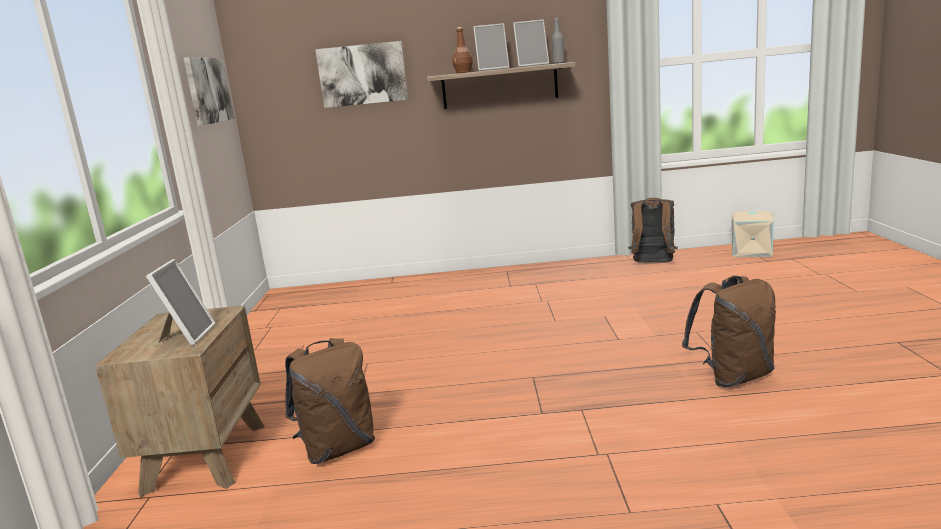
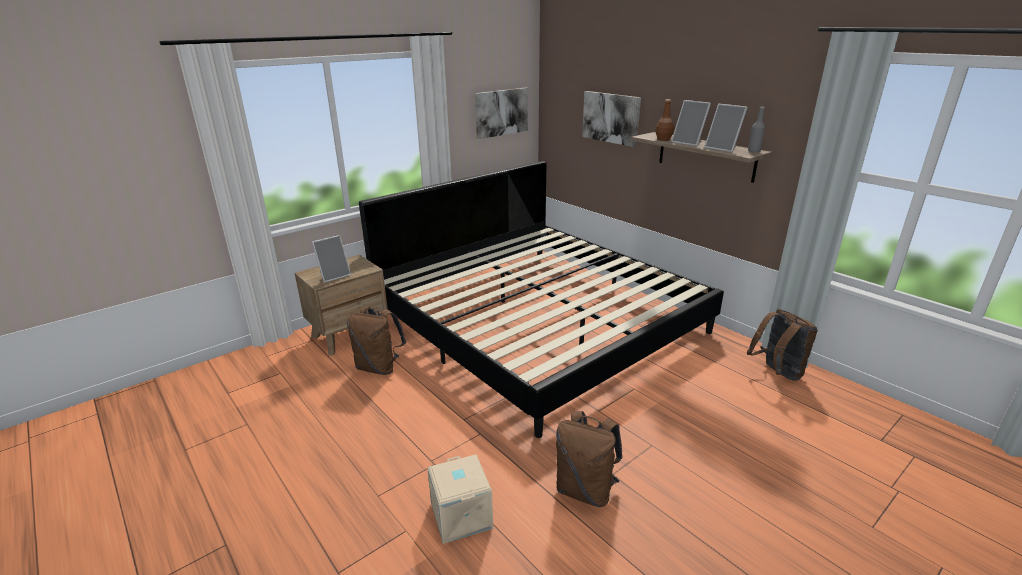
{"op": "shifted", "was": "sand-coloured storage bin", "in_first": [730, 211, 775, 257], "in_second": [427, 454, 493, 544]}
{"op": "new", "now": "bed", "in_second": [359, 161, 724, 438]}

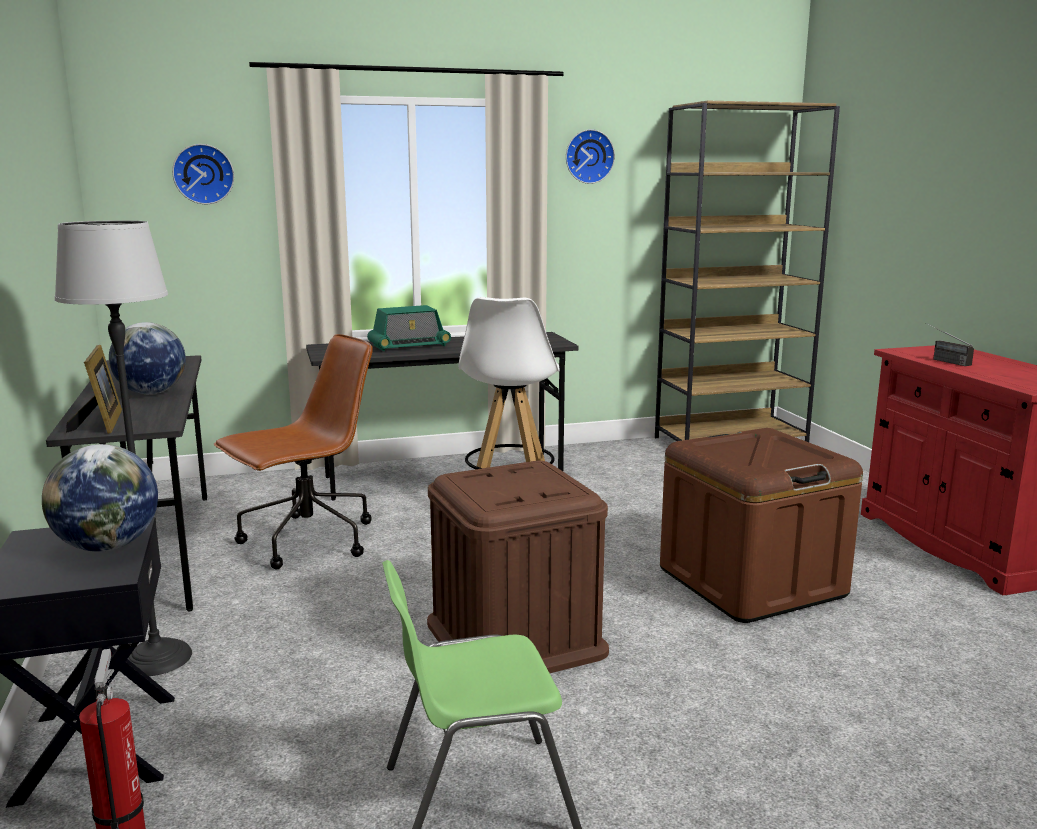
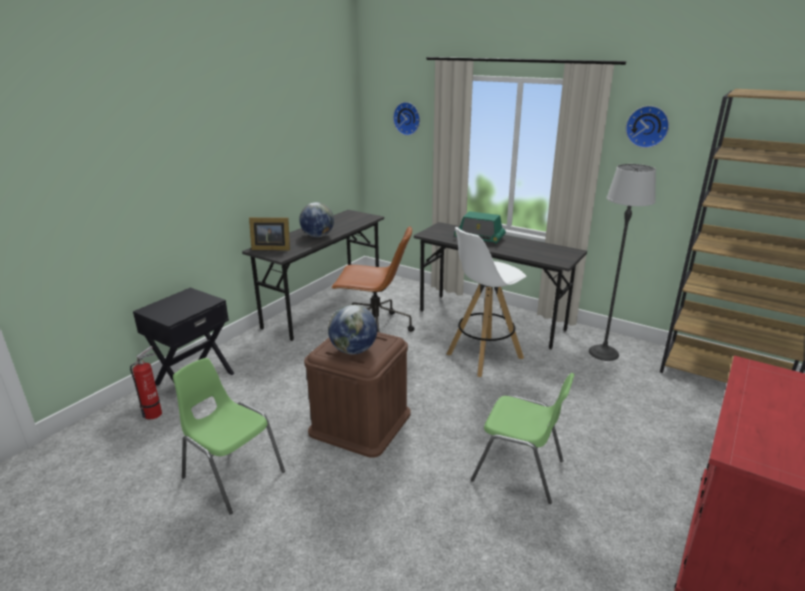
{"op": "shifted", "was": "desk globe", "in_first": [42, 444, 158, 552], "in_second": [328, 305, 377, 354]}
{"op": "shifted", "was": "standing lamp", "in_first": [55, 220, 192, 676], "in_second": [589, 164, 656, 361]}
{"op": "rotated", "was": "standing frame", "in_first": [66, 345, 122, 434], "in_second": [249, 217, 290, 251], "clockwise": 60}
{"op": "swapped", "was": "brown storage bin", "now": "green upright chair", "in_first": [660, 428, 863, 623], "in_second": [471, 373, 575, 504]}
{"op": "gone", "was": "radio receiver", "in_first": [926, 323, 974, 366]}

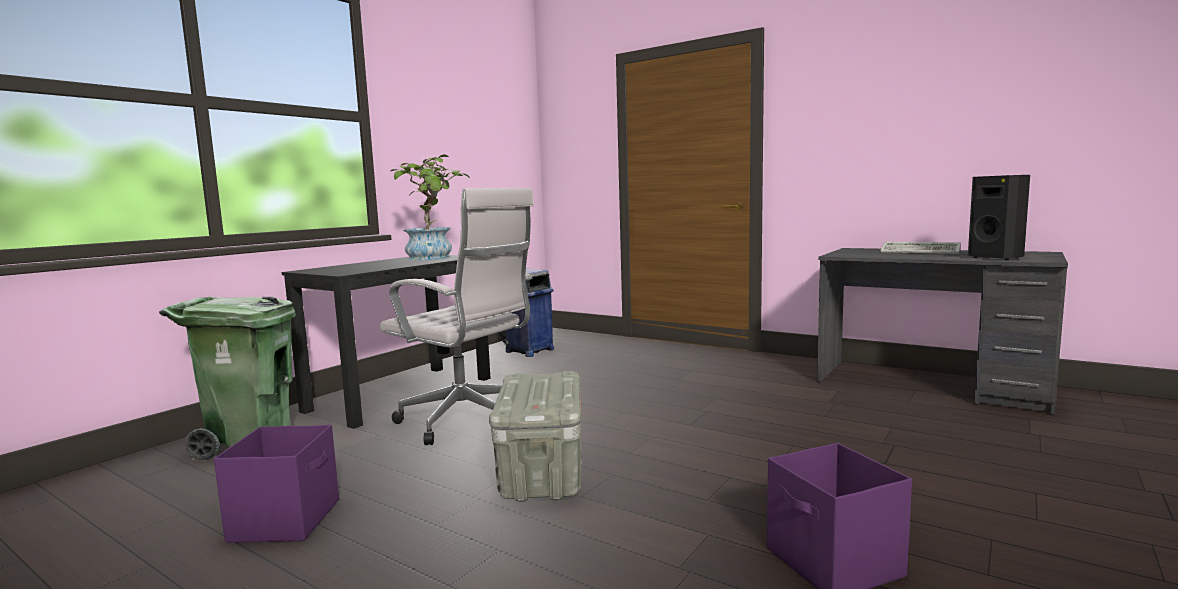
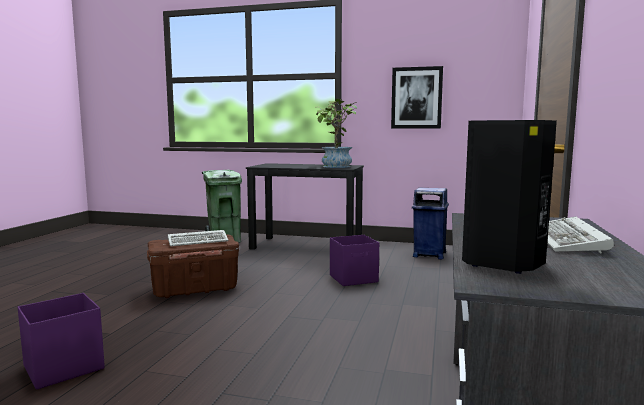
{"op": "shifted", "was": "purple storage bin", "in_first": [214, 425, 339, 543], "in_second": [330, 235, 379, 286]}
{"op": "gone", "was": "whitish desk chair", "in_first": [380, 188, 534, 445]}
{"op": "repainted", "was": "greyish storage bin", "now": "brown storage bin", "in_first": [489, 371, 582, 502], "in_second": [147, 234, 239, 298]}
{"op": "new", "now": "keyboard", "in_second": [168, 230, 229, 246]}
{"op": "new", "now": "picture", "in_second": [391, 66, 443, 128]}

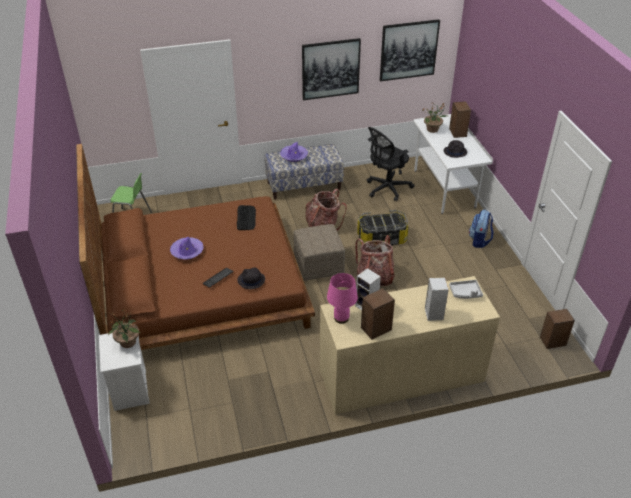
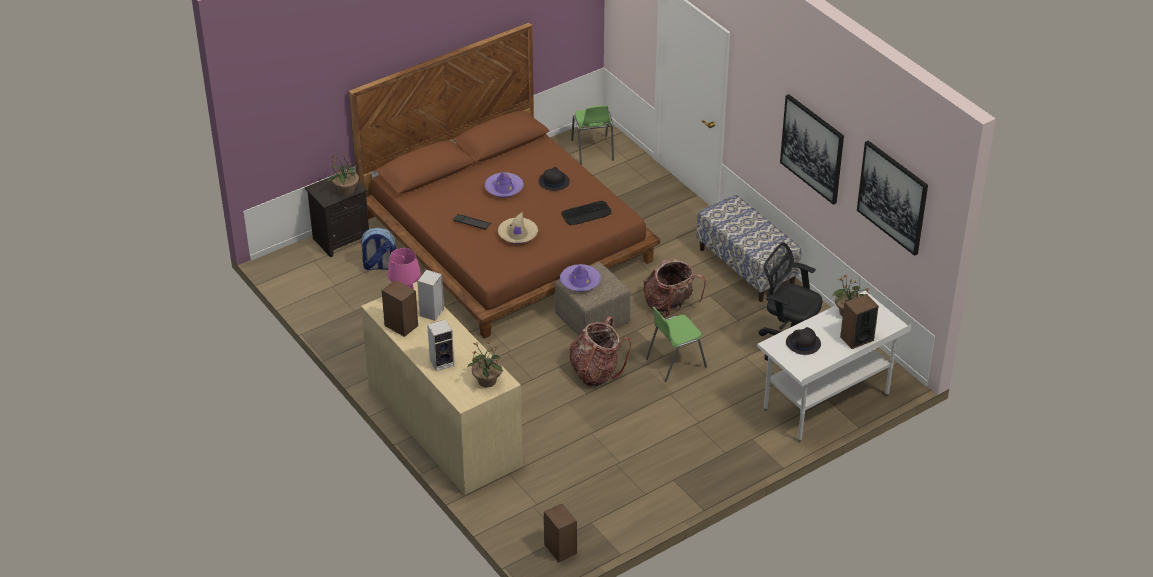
{"op": "repainted", "was": "whitish nightstand", "now": "black nightstand", "in_first": [99, 333, 150, 411], "in_second": [305, 170, 369, 257]}
{"op": "shifted", "was": "black clothing hat", "in_first": [237, 267, 265, 289], "in_second": [539, 167, 570, 191]}
{"op": "shifted", "was": "purple clothing hat", "in_first": [280, 142, 308, 162], "in_second": [560, 264, 601, 292]}
{"op": "swapped", "was": "storage bin", "now": "green upright chair", "in_first": [357, 210, 408, 246], "in_second": [646, 307, 707, 382]}
{"op": "swapped", "was": "greyish carrying tray", "now": "plant in a pot", "in_first": [449, 280, 483, 299], "in_second": [468, 341, 504, 387]}
{"op": "shifted", "was": "rucksack", "in_first": [469, 210, 493, 248], "in_second": [360, 228, 396, 270]}
{"op": "new", "now": "sand-coloured clothing hat", "in_second": [498, 212, 538, 244]}

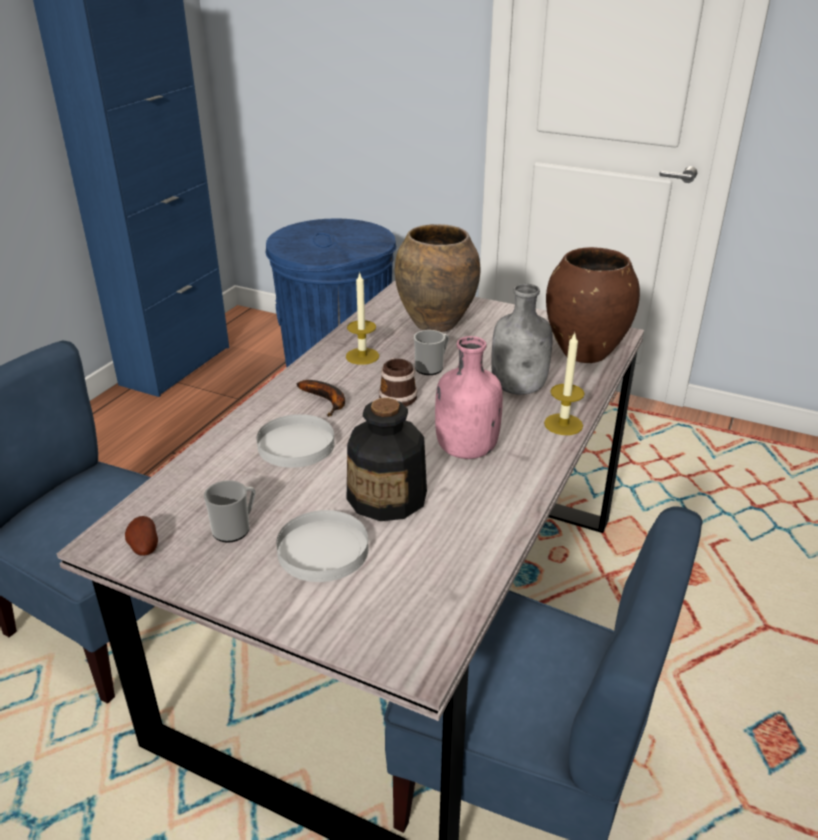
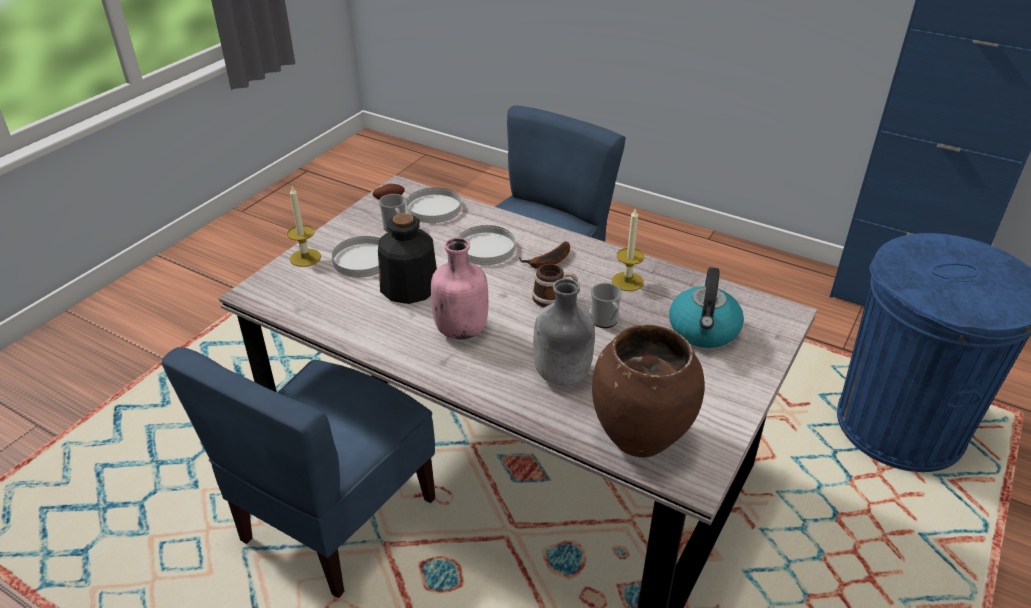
{"op": "swapped", "was": "brown decorative vase", "now": "water kettle", "in_first": [395, 224, 481, 332], "in_second": [669, 267, 744, 348]}
{"op": "shifted", "was": "wax candle", "in_first": [544, 333, 585, 435], "in_second": [287, 187, 321, 267]}
{"op": "new", "now": "whitish flat dish", "in_second": [406, 187, 461, 223]}

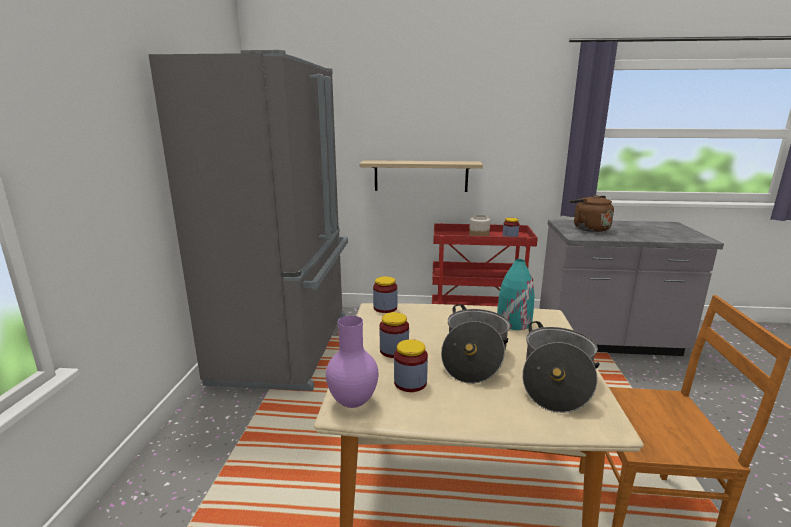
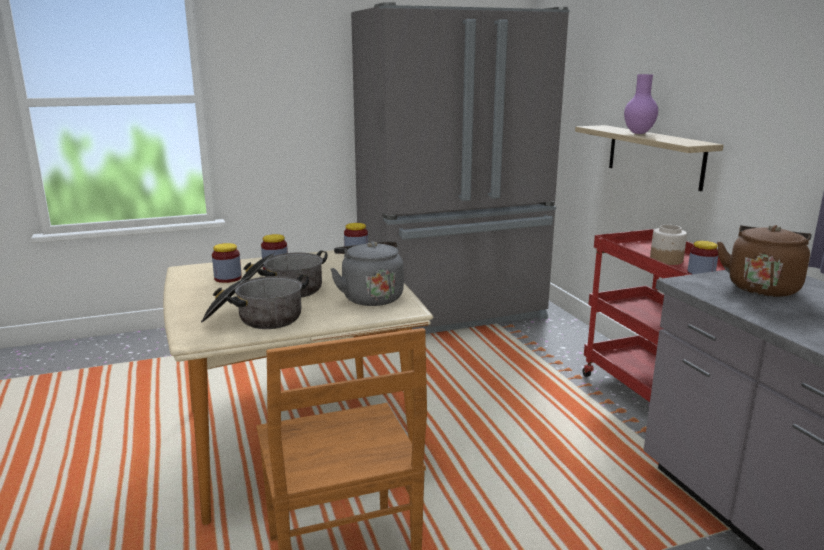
{"op": "shifted", "was": "purple decorative vase", "in_first": [326, 316, 378, 408], "in_second": [624, 74, 658, 134]}
{"op": "swapped", "was": "blue-green decorative vase", "now": "greyish water kettle", "in_first": [497, 259, 534, 330], "in_second": [331, 241, 404, 306]}

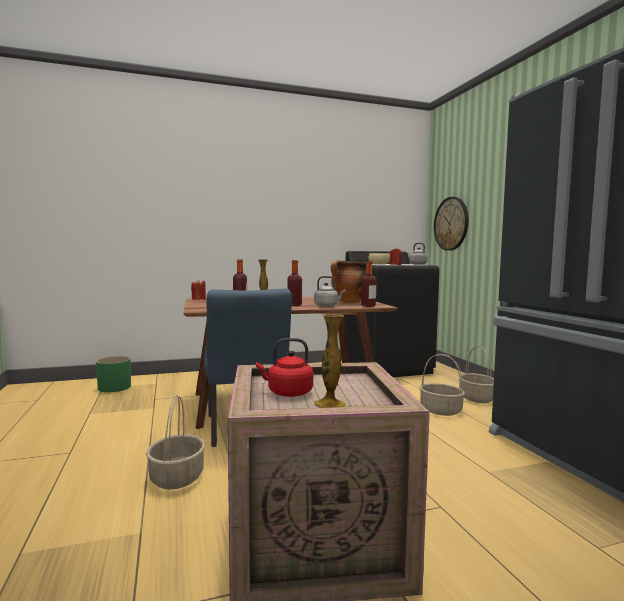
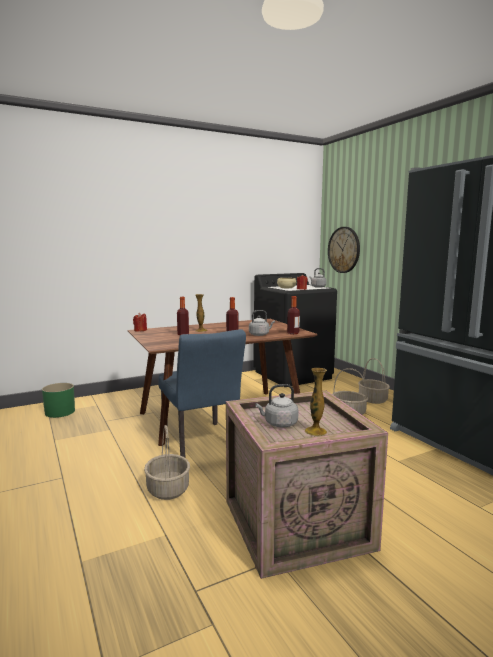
{"op": "repainted", "was": "reddish water kettle", "now": "greyish water kettle", "in_first": [256, 338, 313, 397], "in_second": [255, 384, 299, 427]}
{"op": "gone", "was": "stockpot", "in_first": [331, 260, 366, 303]}

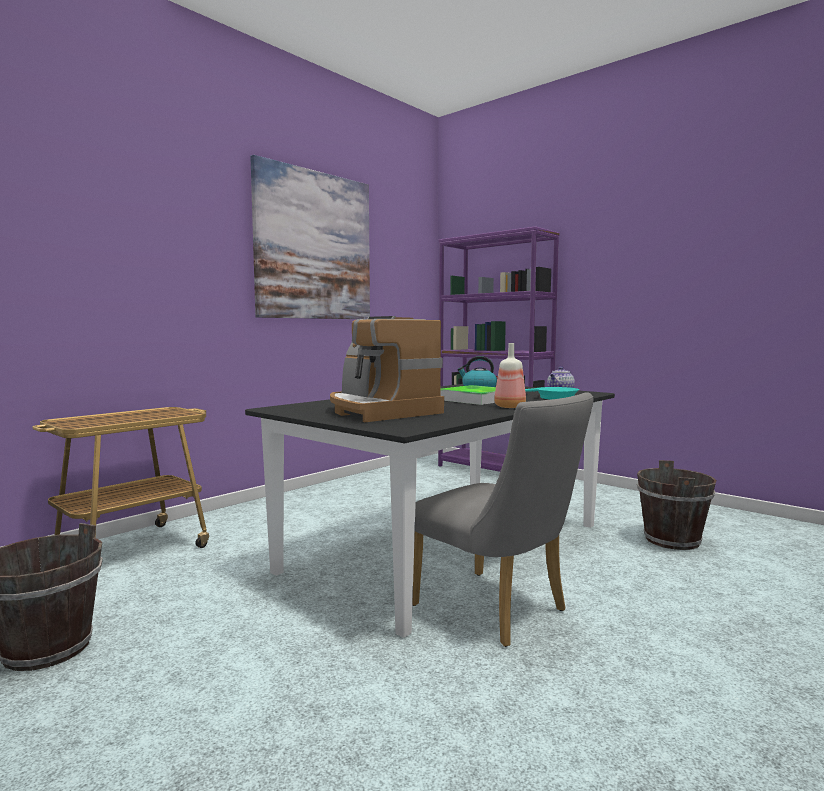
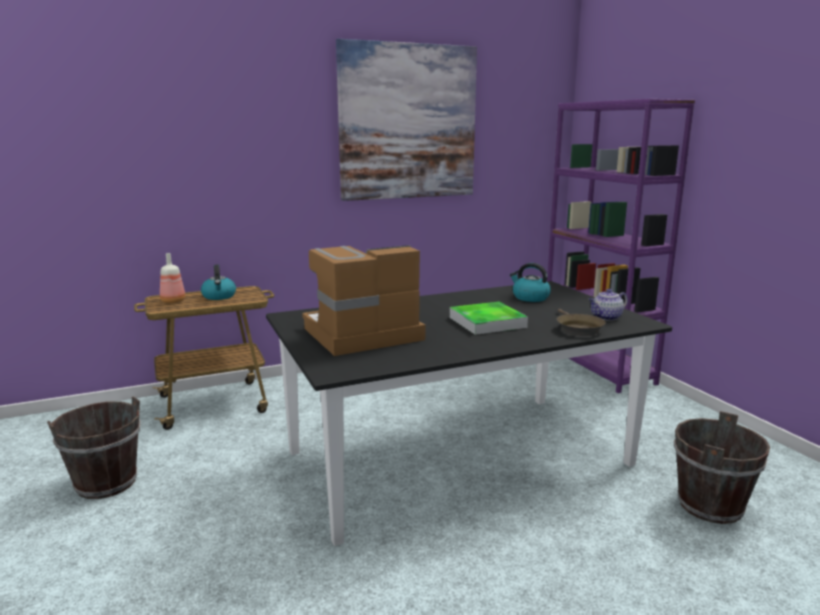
{"op": "rotated", "was": "coffee brewer", "in_first": [330, 316, 444, 422], "in_second": [302, 245, 425, 356], "clockwise": 75}
{"op": "gone", "was": "greyish upright chair", "in_first": [412, 392, 593, 647]}
{"op": "shifted", "was": "drink bottle", "in_first": [494, 343, 526, 408], "in_second": [160, 253, 186, 304]}
{"op": "repainted", "was": "blue-green skillet", "now": "brown skillet", "in_first": [525, 387, 579, 400], "in_second": [557, 309, 606, 336]}
{"op": "new", "now": "water kettle", "in_second": [201, 265, 236, 300]}

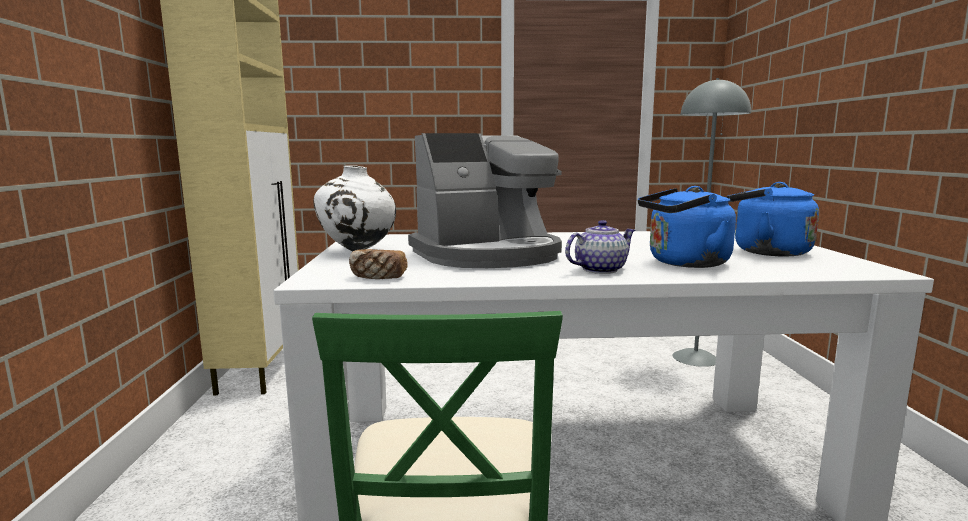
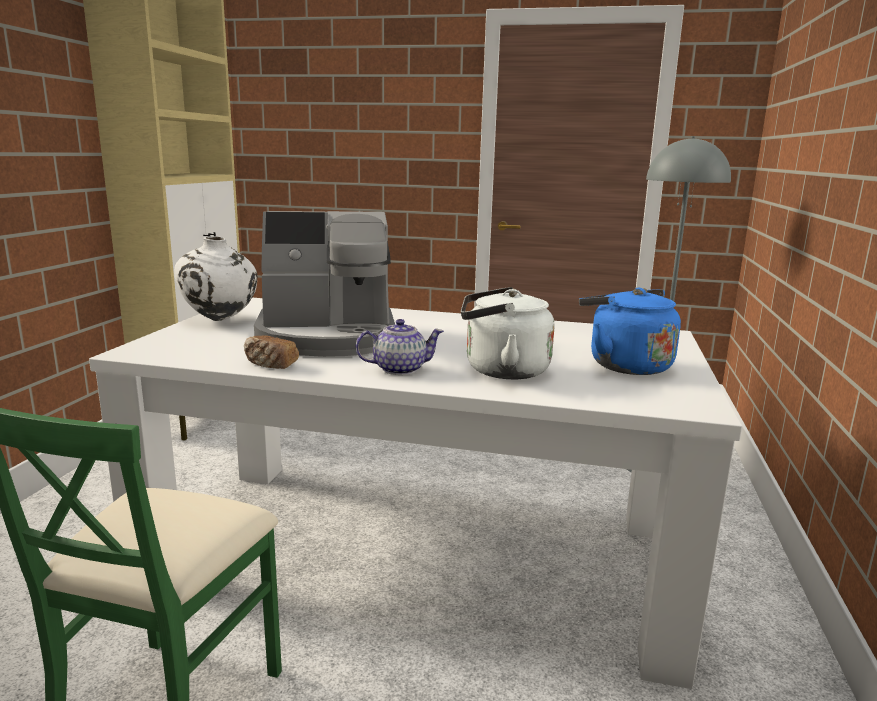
{"op": "shifted", "was": "bakery bread", "in_first": [349, 249, 407, 279], "in_second": [244, 335, 299, 369]}
{"op": "repainted", "was": "bluish water kettle", "now": "whitish water kettle", "in_first": [638, 186, 736, 268], "in_second": [461, 287, 554, 379]}

